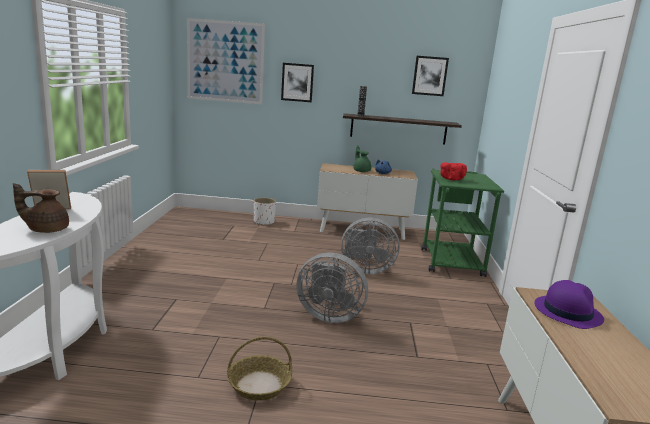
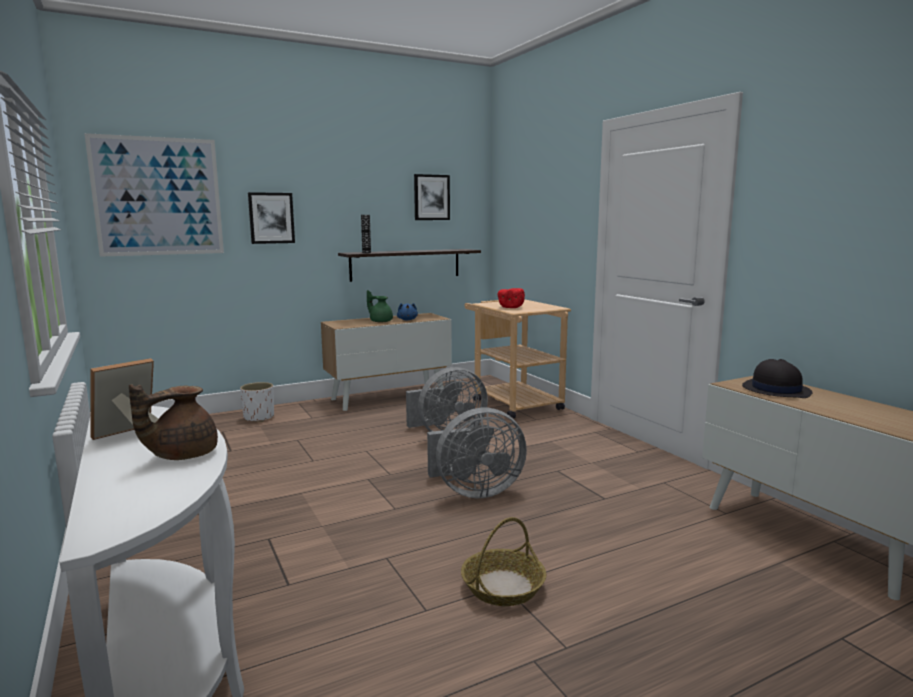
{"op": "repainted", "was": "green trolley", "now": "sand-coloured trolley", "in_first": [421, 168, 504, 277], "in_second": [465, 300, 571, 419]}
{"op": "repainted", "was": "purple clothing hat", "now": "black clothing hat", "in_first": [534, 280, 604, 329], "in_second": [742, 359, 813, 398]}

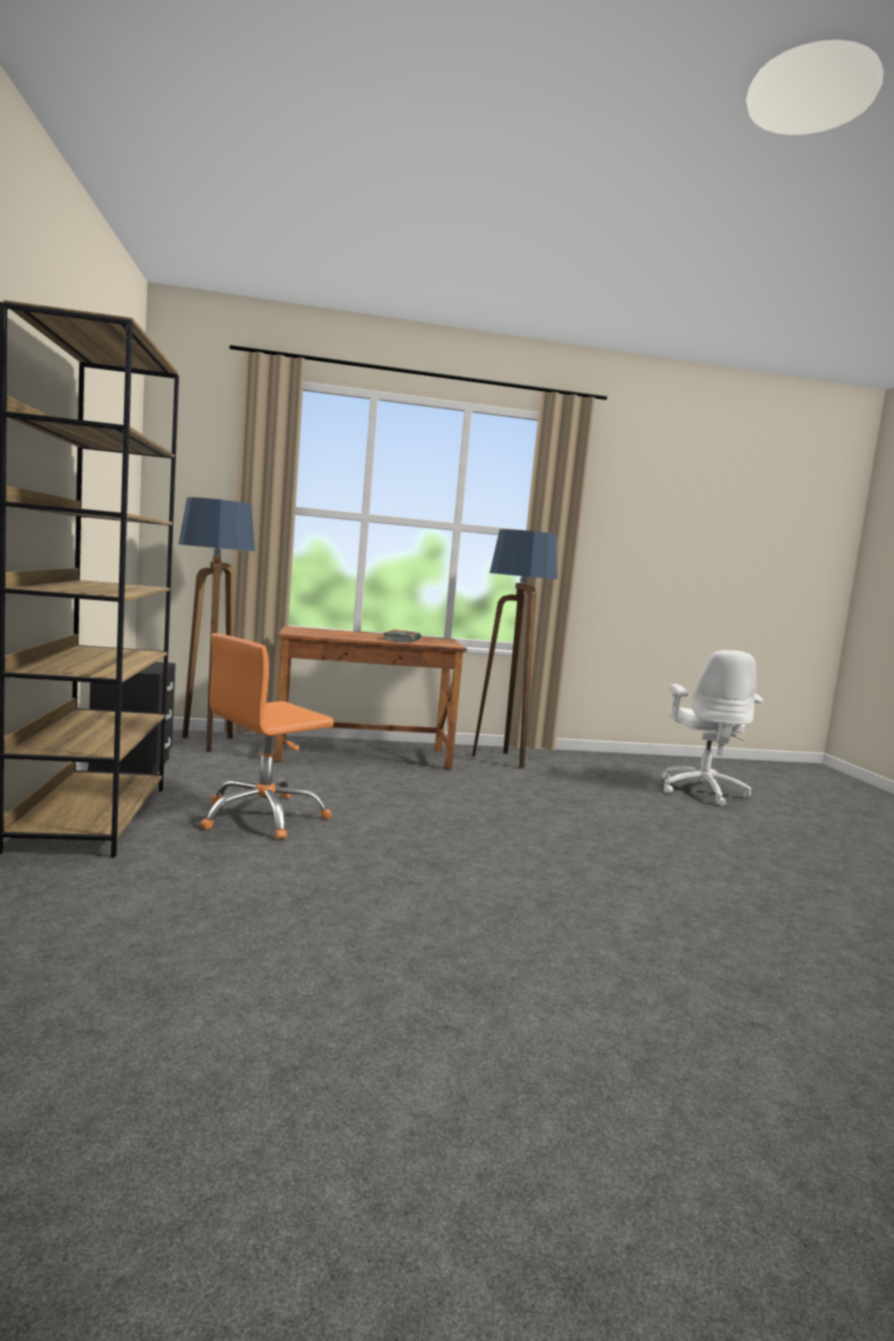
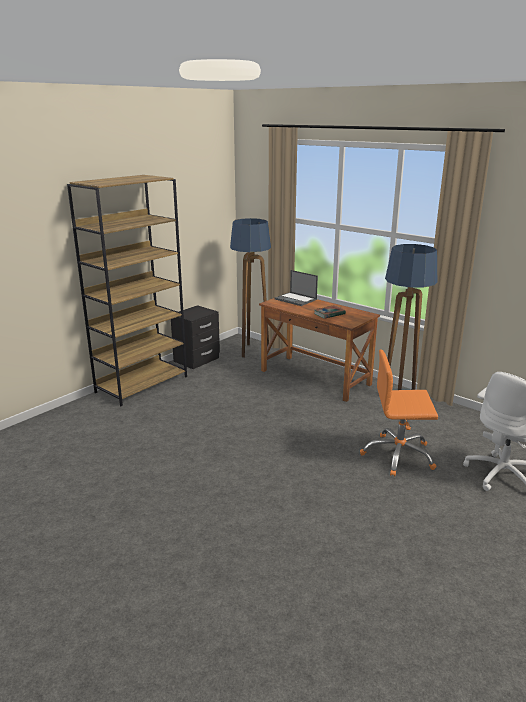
{"op": "shifted", "was": "orangey desk chair", "in_first": [200, 633, 334, 840], "in_second": [360, 349, 438, 476]}
{"op": "new", "now": "portable computer", "in_second": [274, 270, 318, 306]}

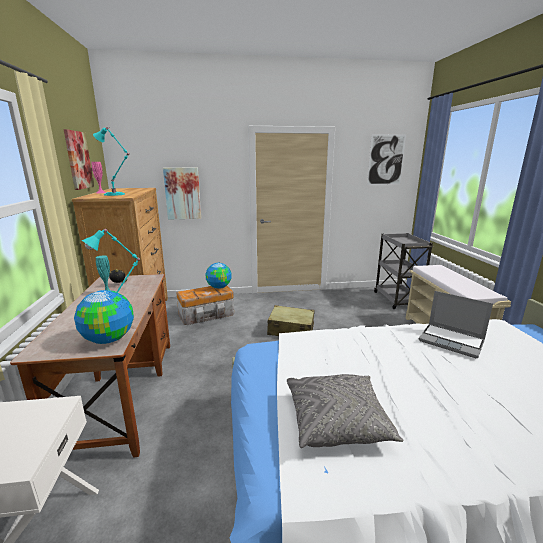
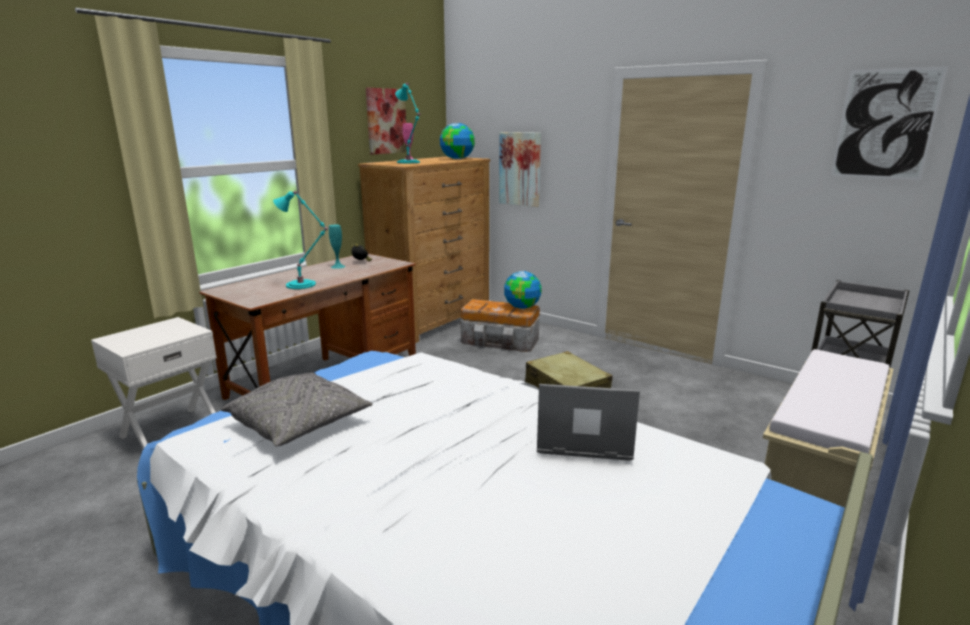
{"op": "shifted", "was": "desk globe", "in_first": [74, 290, 134, 344], "in_second": [440, 123, 475, 159]}
{"op": "rotated", "was": "portable computer", "in_first": [419, 291, 493, 358], "in_second": [537, 384, 640, 461], "clockwise": 105}

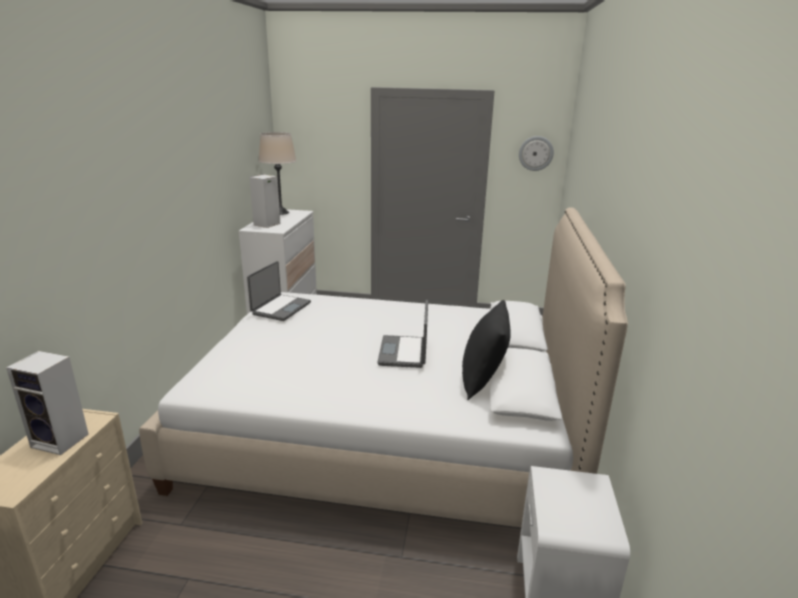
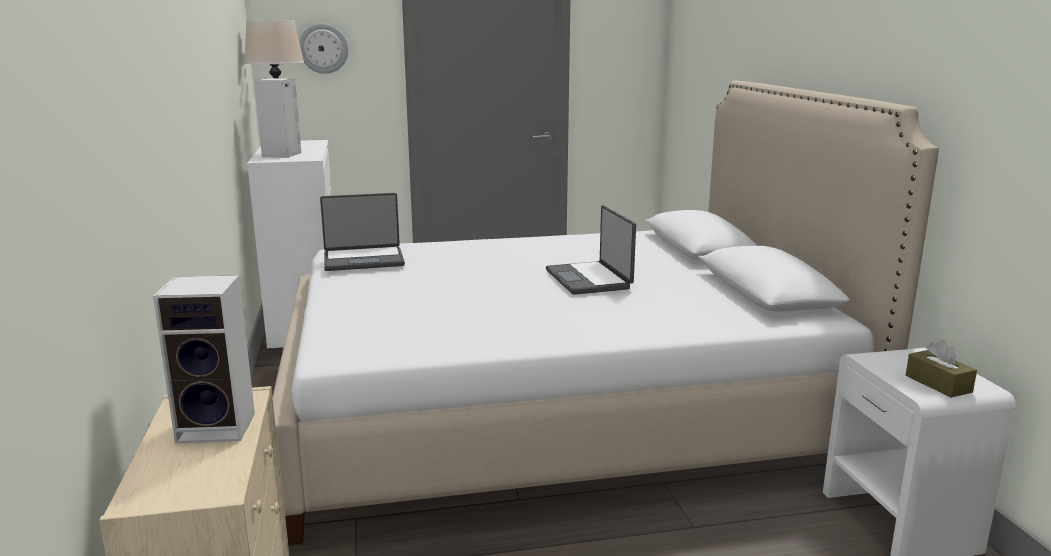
{"op": "rotated", "was": "portable computer", "in_first": [247, 261, 311, 321], "in_second": [320, 193, 405, 271], "clockwise": 75}
{"op": "gone", "was": "black cushion", "in_first": [462, 300, 511, 400]}
{"op": "shifted", "was": "clock on the wall", "in_first": [519, 136, 554, 171], "in_second": [299, 23, 348, 74]}
{"op": "new", "now": "brown tissue box", "in_second": [906, 340, 977, 398]}

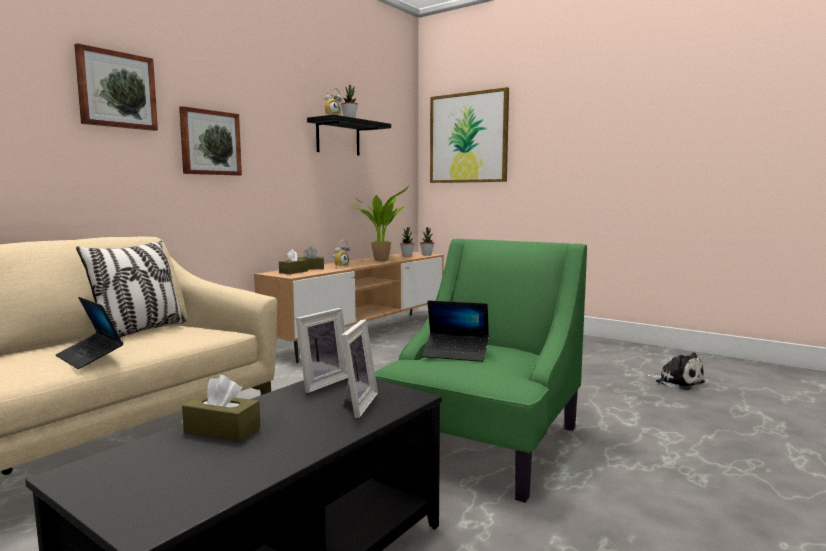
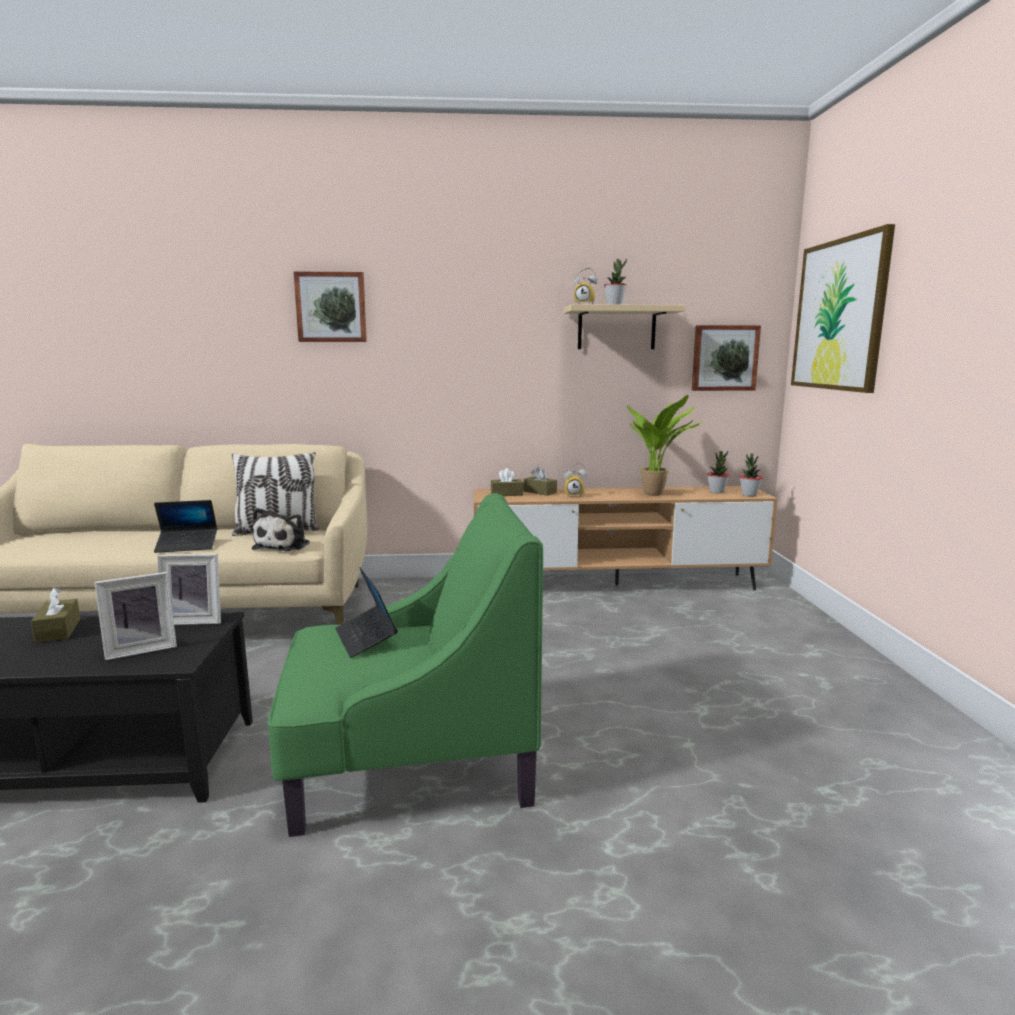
{"op": "rotated", "was": "portable computer", "in_first": [56, 297, 123, 369], "in_second": [154, 500, 217, 553], "clockwise": -105}
{"op": "shifted", "was": "picture", "in_first": [179, 106, 242, 176], "in_second": [692, 325, 761, 391]}
{"op": "repainted", "was": "black bracket shelf", "now": "sand-coloured bracket shelf", "in_first": [307, 114, 391, 156], "in_second": [564, 304, 685, 349]}
{"op": "shifted", "was": "plush toy", "in_first": [646, 352, 705, 390], "in_second": [252, 508, 310, 551]}

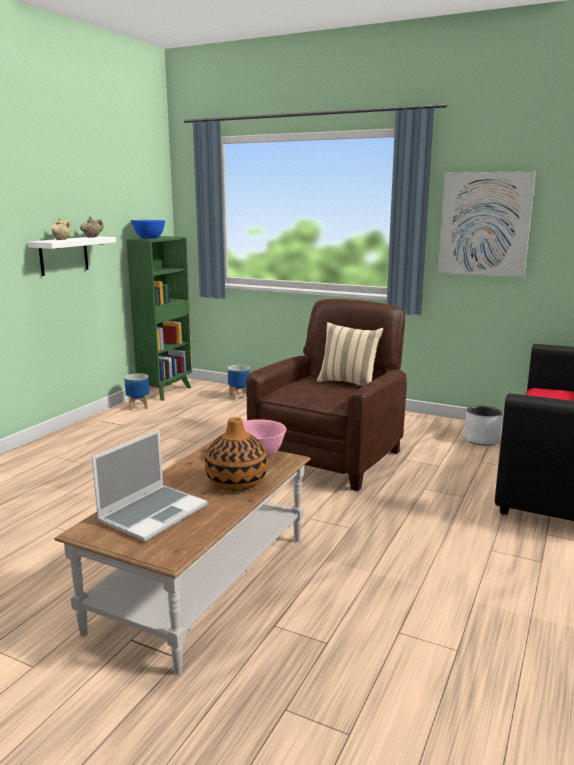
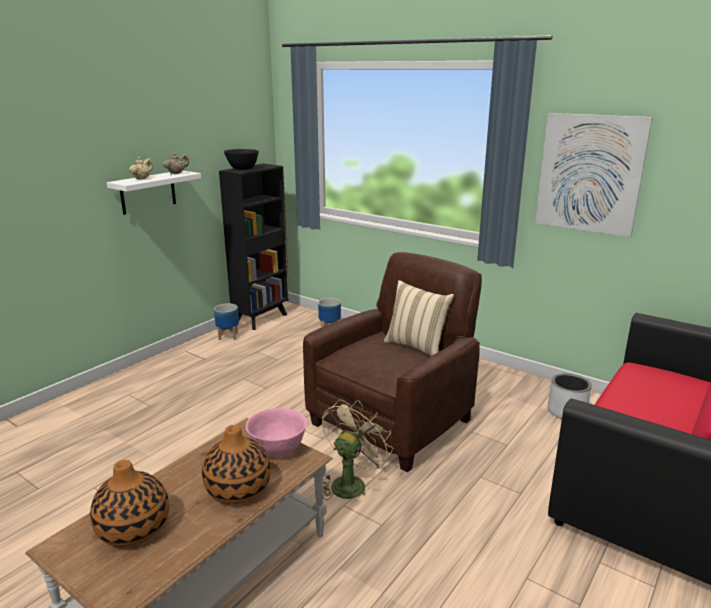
{"op": "swapped", "was": "portable computer", "now": "decorative vase", "in_first": [92, 430, 208, 542], "in_second": [90, 460, 169, 547]}
{"op": "repainted", "was": "green shelving unit", "now": "black shelving unit", "in_first": [126, 236, 193, 401], "in_second": [219, 163, 289, 330]}
{"op": "repainted", "was": "bluish serving bowl", "now": "black serving bowl", "in_first": [131, 220, 165, 239], "in_second": [224, 149, 259, 170]}
{"op": "new", "now": "sand-coloured fan", "in_second": [322, 400, 393, 500]}

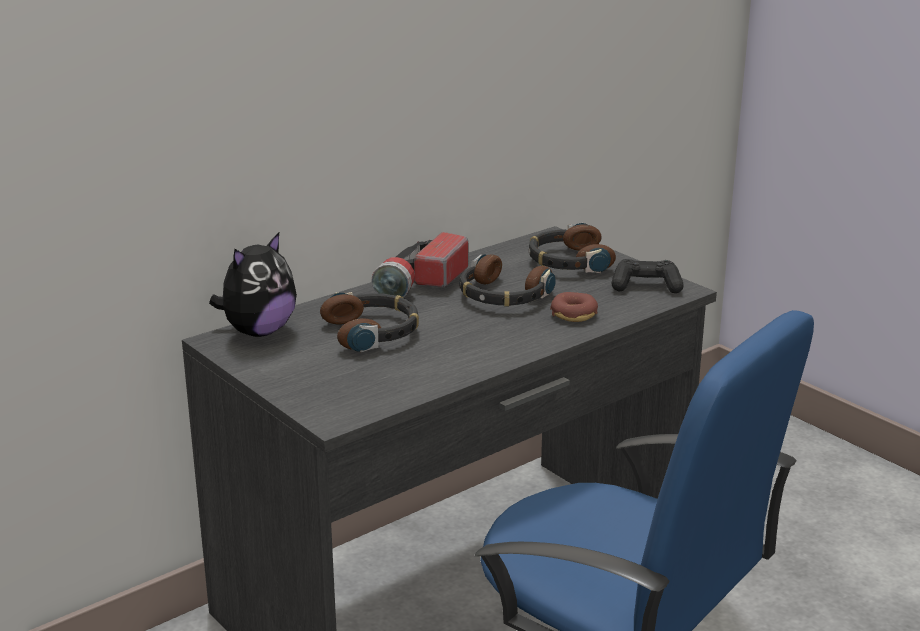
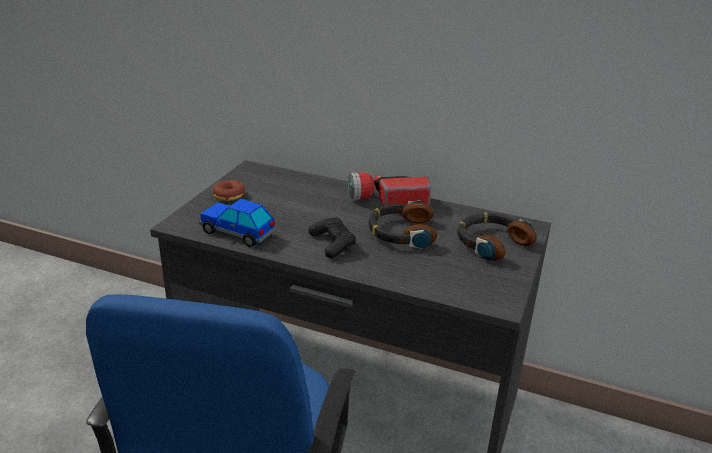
{"op": "gone", "was": "plush toy", "in_first": [209, 232, 297, 337]}
{"op": "gone", "was": "headset", "in_first": [320, 292, 419, 352]}
{"op": "shifted", "was": "ring doughnut", "in_first": [550, 292, 598, 322], "in_second": [213, 180, 245, 201]}
{"op": "shifted", "was": "black game controller", "in_first": [612, 259, 684, 293], "in_second": [308, 217, 356, 258]}
{"op": "new", "now": "model car", "in_second": [199, 199, 276, 247]}

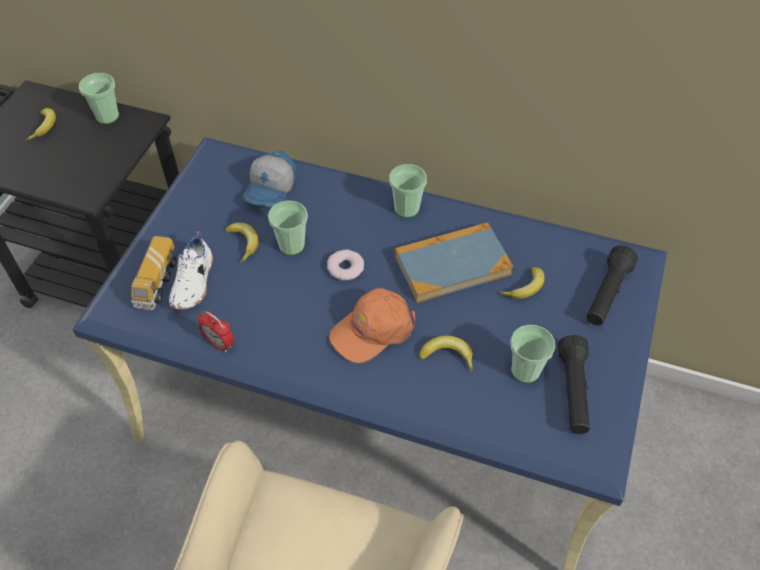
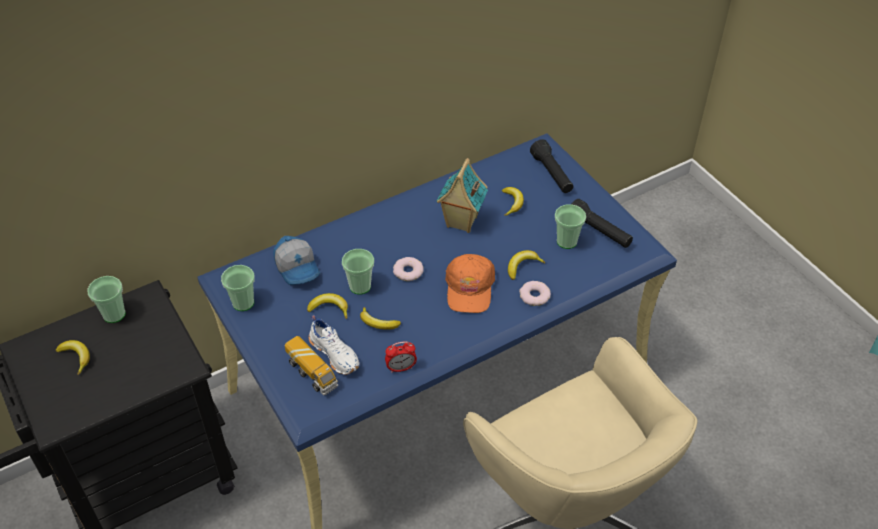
{"op": "shifted", "was": "cup", "in_first": [389, 164, 427, 218], "in_second": [221, 265, 255, 311]}
{"op": "swapped", "was": "book", "now": "model house", "in_first": [394, 222, 514, 303], "in_second": [437, 158, 488, 233]}
{"op": "new", "now": "banana fruit", "in_second": [360, 307, 401, 330]}
{"op": "new", "now": "ring doughnut", "in_second": [519, 281, 551, 306]}

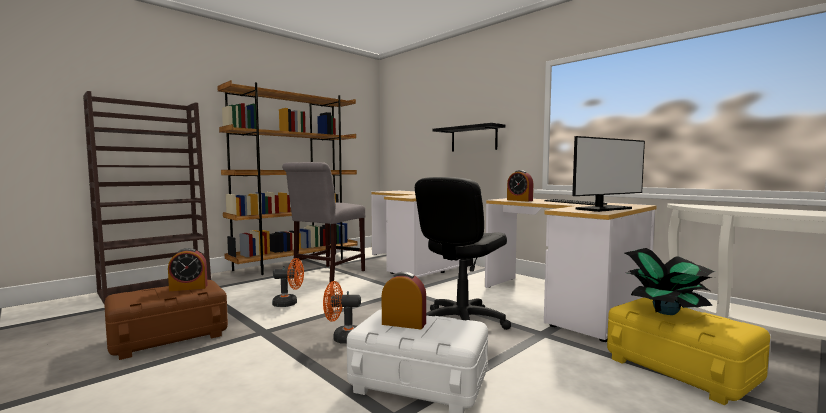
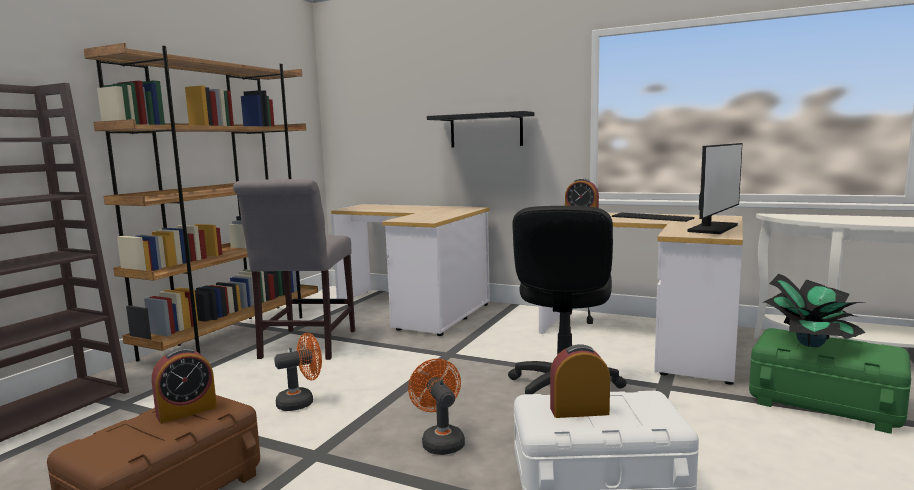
{"op": "rotated", "was": "orangey fan", "in_first": [323, 281, 361, 344], "in_second": [408, 359, 465, 455], "clockwise": 90}
{"op": "repainted", "was": "yellowish storage bin", "now": "green storage bin", "in_first": [607, 298, 770, 405], "in_second": [749, 328, 911, 434]}

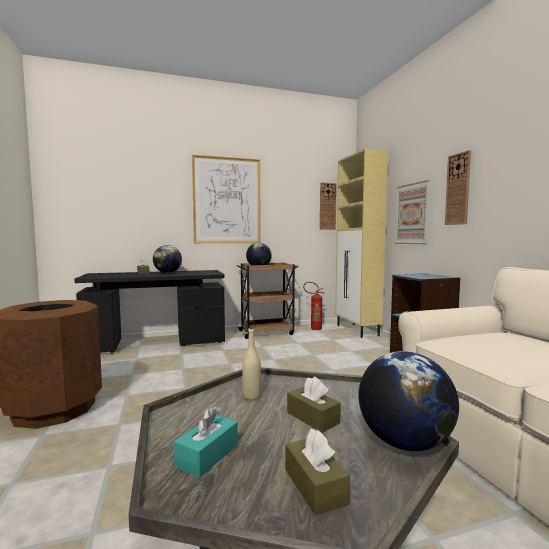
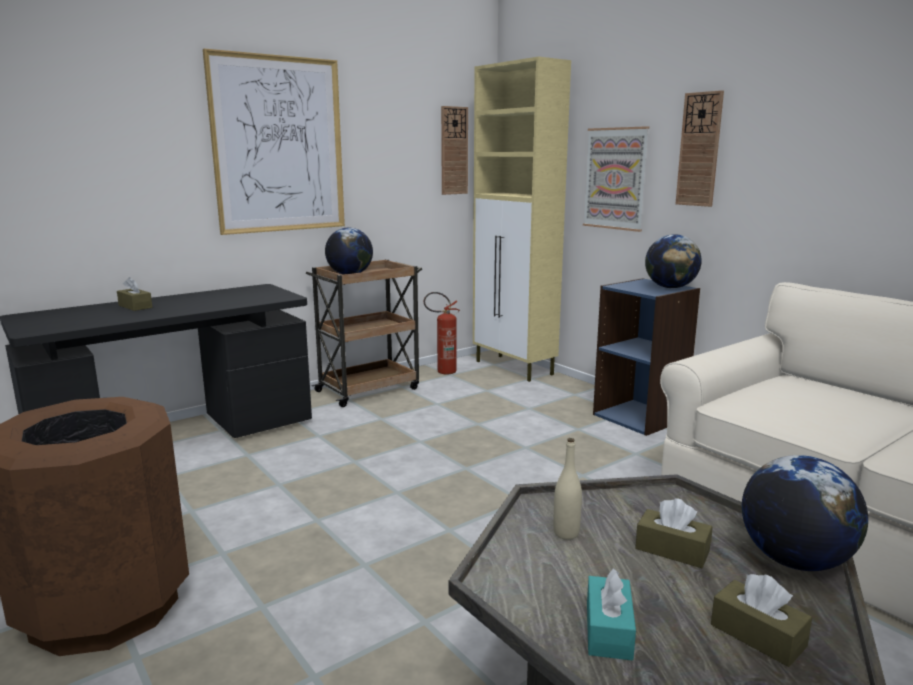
{"op": "shifted", "was": "desk globe", "in_first": [153, 245, 182, 273], "in_second": [645, 234, 702, 288]}

